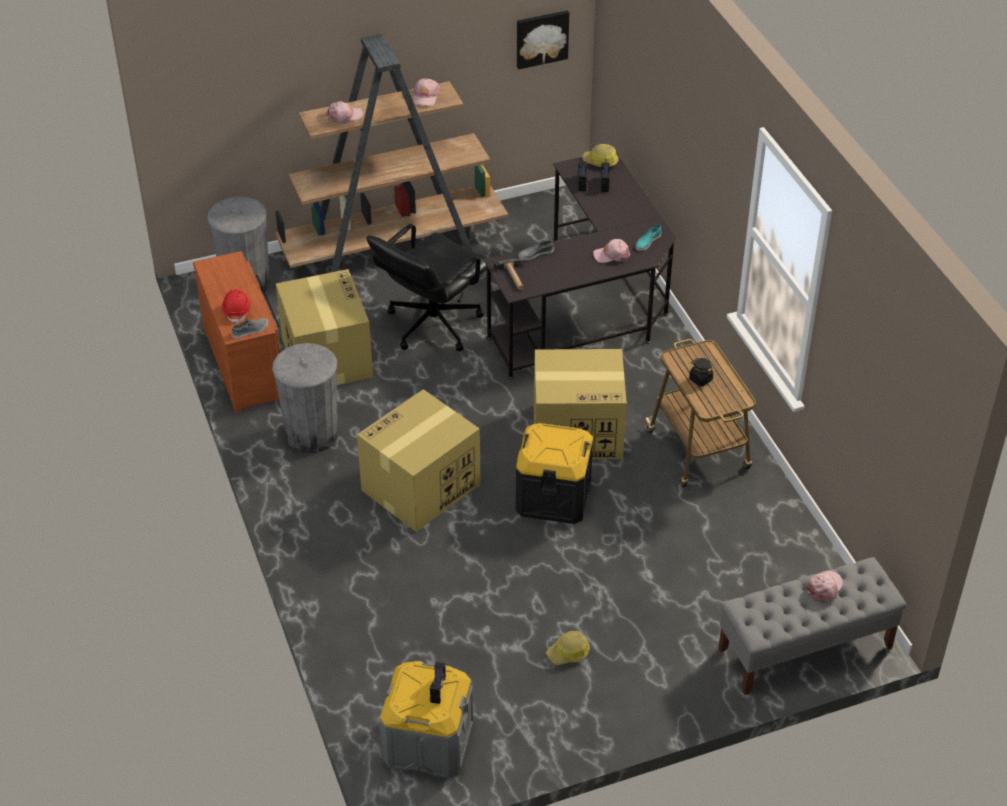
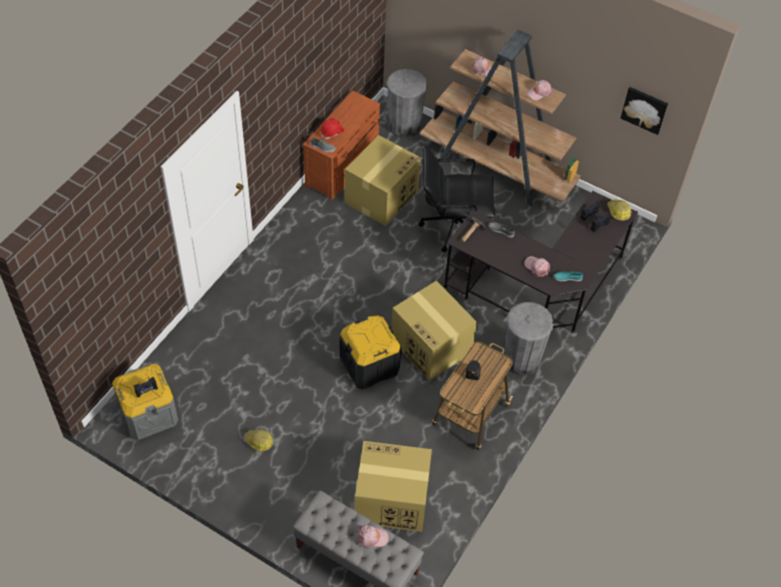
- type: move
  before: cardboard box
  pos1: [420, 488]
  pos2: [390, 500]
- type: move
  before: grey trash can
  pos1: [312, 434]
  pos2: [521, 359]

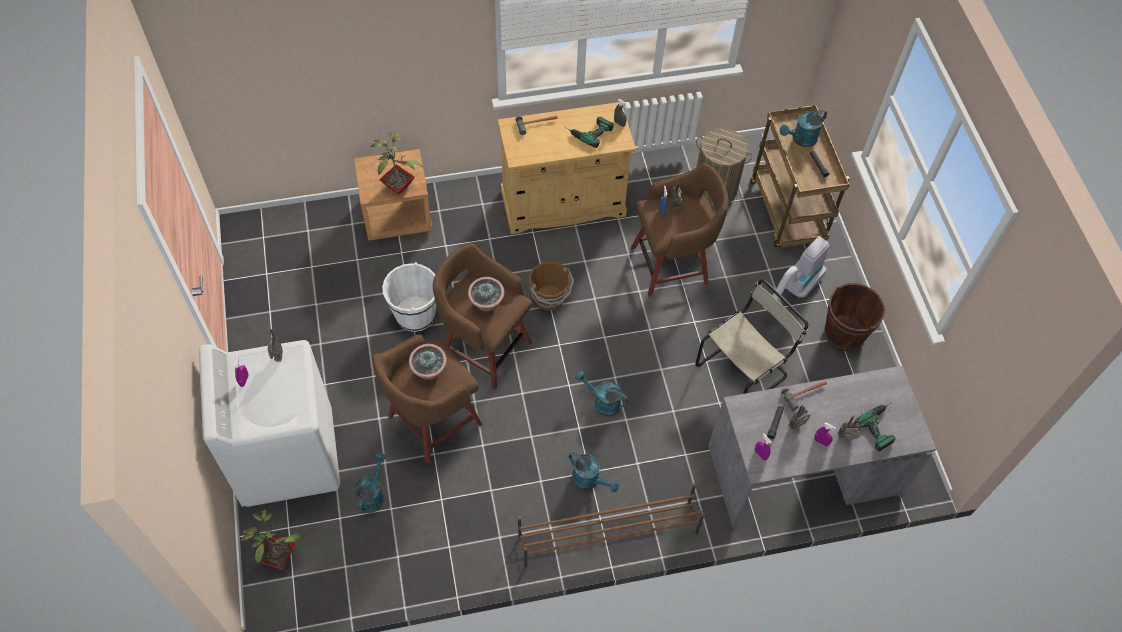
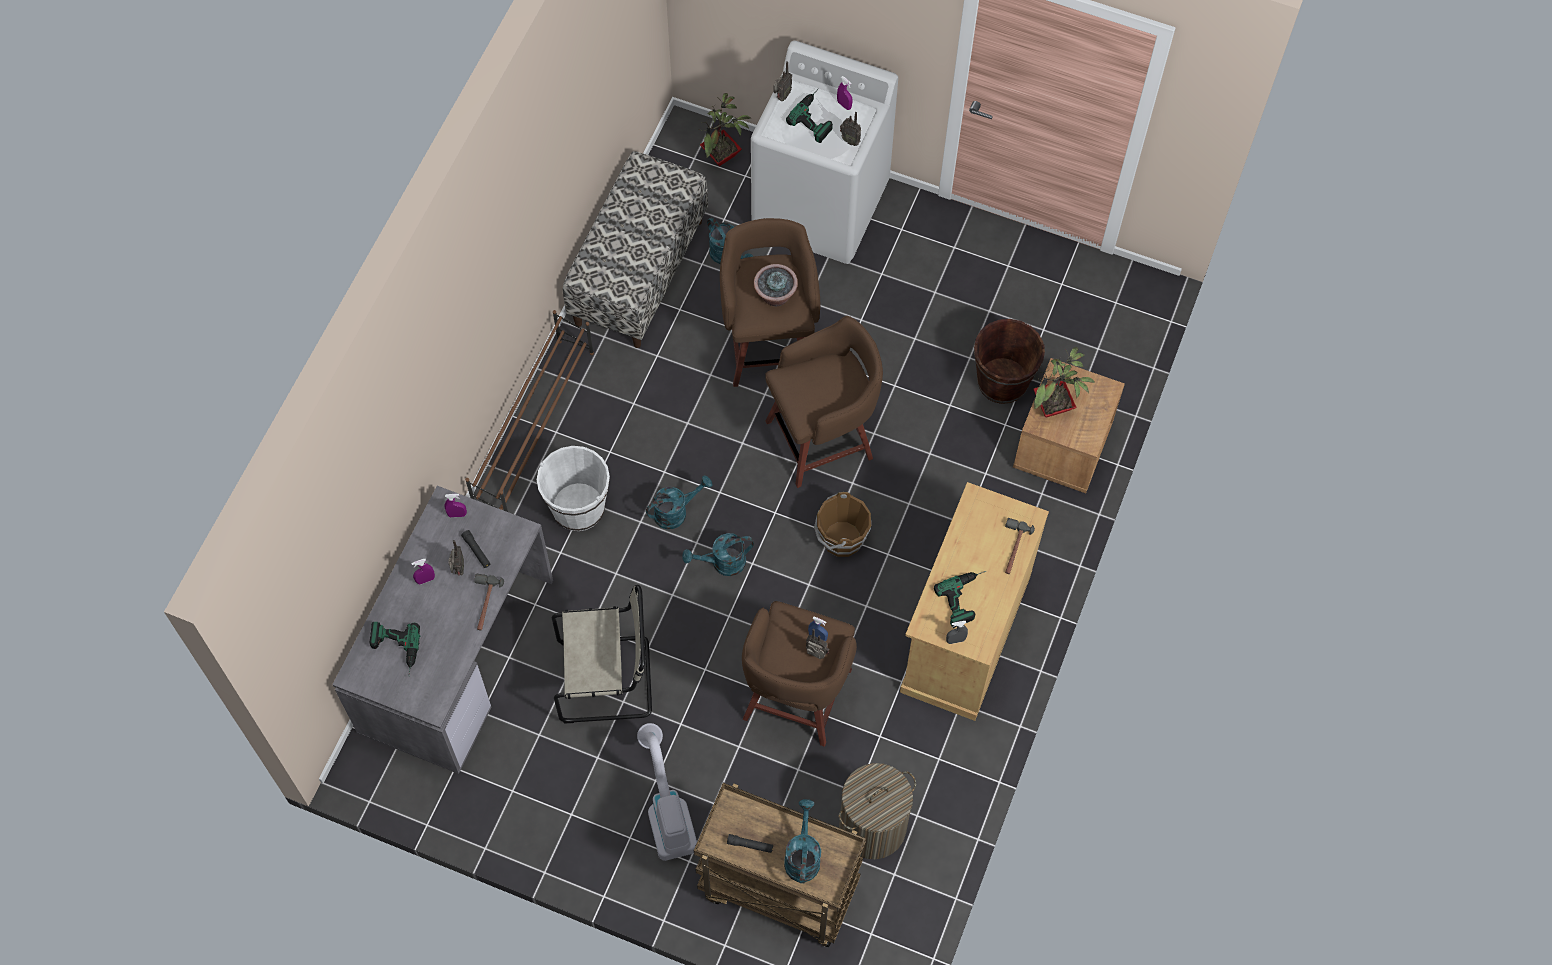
- type: move
  before: white bucket
  pos1: [415, 314]
  pos2: [578, 507]
- type: rotate
  before: beige chair
  pos1: [744, 370]
  pos2: [609, 679]
  turn: -90
- type: insert
  after: bench
  pos2: [638, 272]
- type: move
  before: turquoise watering can
  pos1: [590, 480]
  pos2: [722, 563]
- type: move
  before: radio
  pos1: [846, 439]
  pos2: [781, 97]
- type: insert
  after: power drill
  pos2: [816, 116]
- type: move
  before: brown bucket
  pos1: [844, 333]
  pos2: [1002, 381]
- type: delete
  before: potted plant
  pos1: [487, 304]

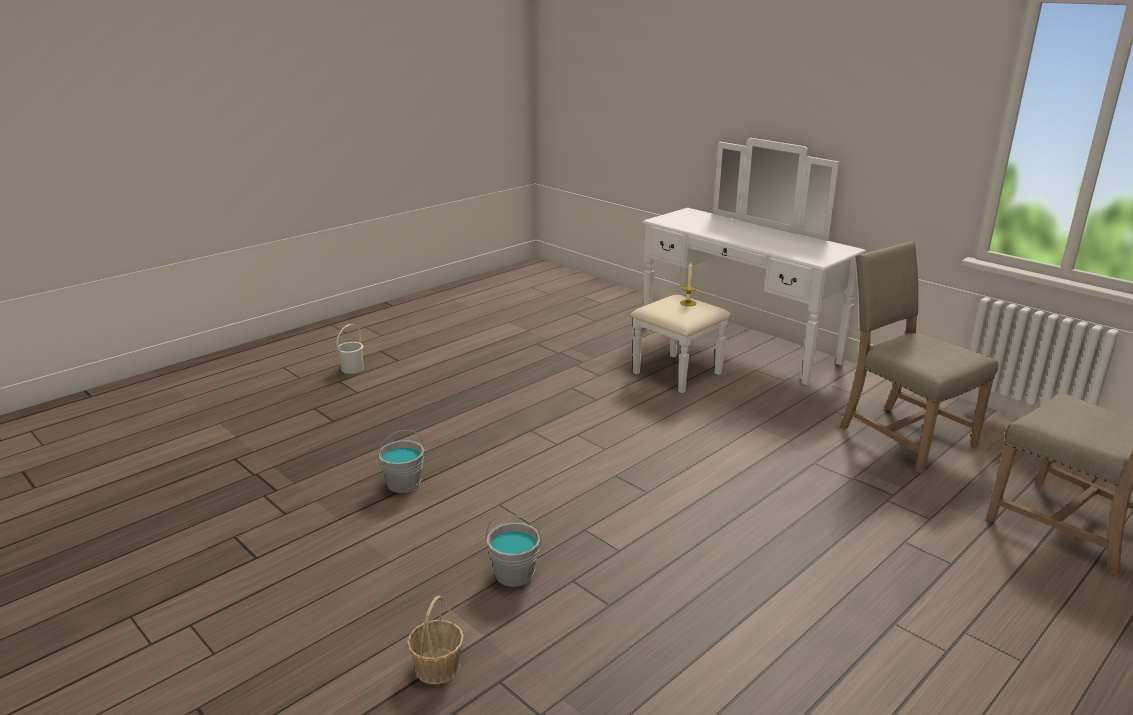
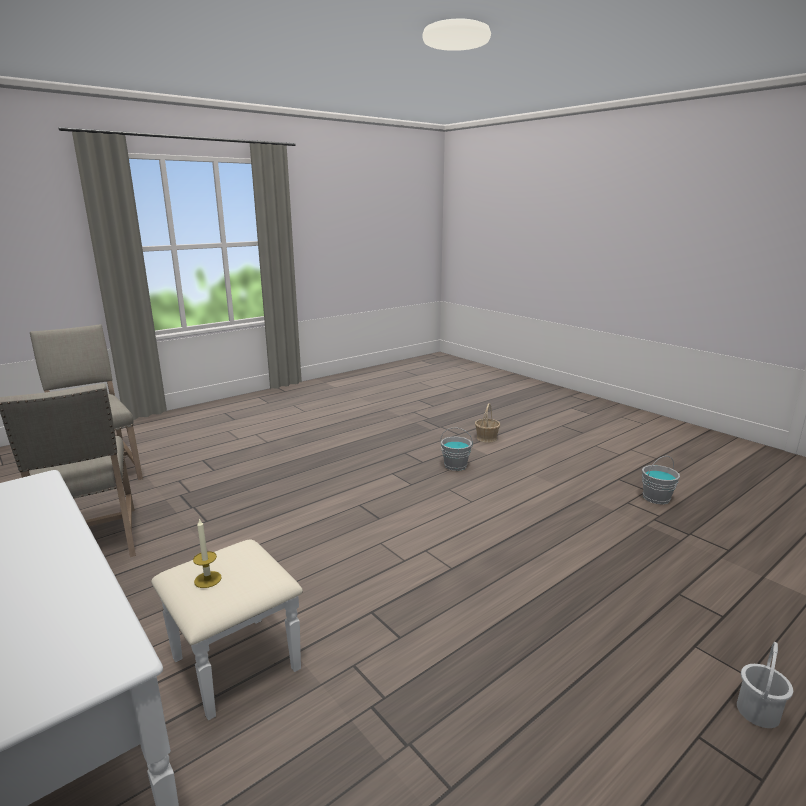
- type: move
  before: grey bucket
  pos1: [404, 483]
  pos2: [656, 498]

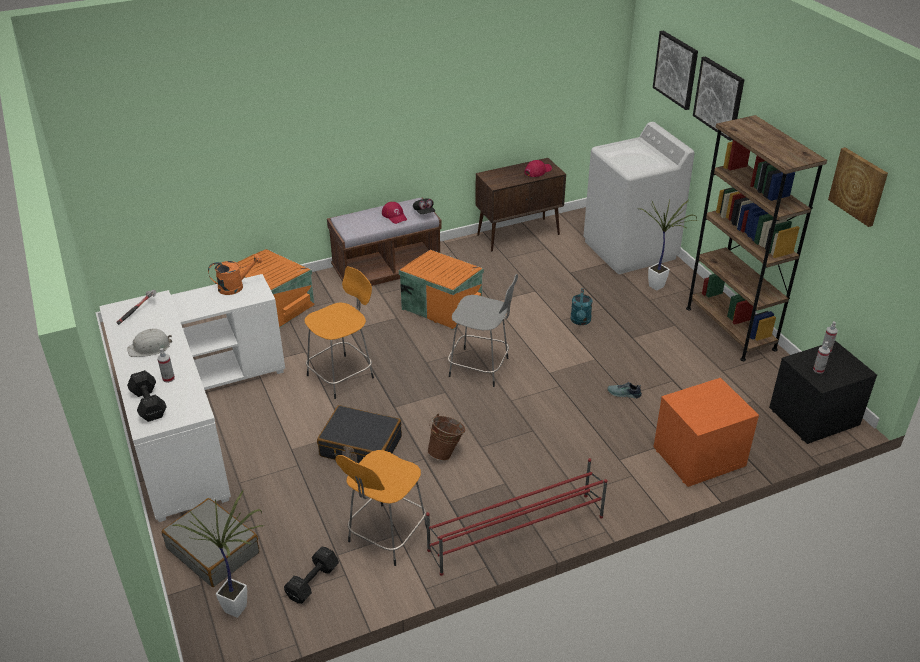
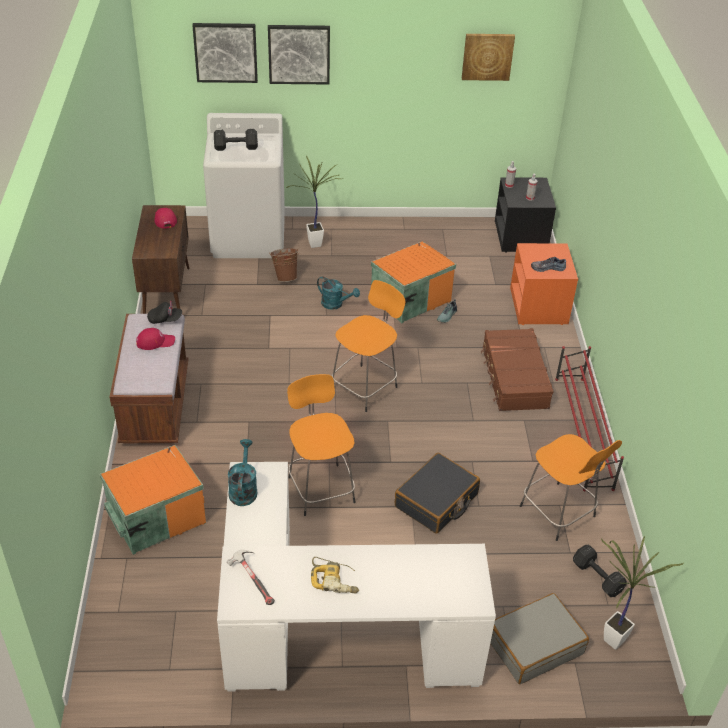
- type: move
  before: black dumbbell
  pos1: [149, 403]
  pos2: [235, 147]
- type: recolor
  before: orange watering can
  after: turquoise watering can
  pos1: [235, 287]
  pos2: [243, 489]
- type: move
  before: brown bucket
  pos1: [446, 453]
  pos2: [285, 277]
- type: replace
  before: white hard hat
  after: power drill
  pos1: [150, 347]
  pos2: [335, 579]
- type: recolor
  before: grey stool
  after: orange stool
  pos1: [481, 368]
  pos2: [365, 387]
- type: move
  before: orange storage box
  pos1: [441, 305]
  pos2: [409, 298]
- type: insert
  after: brown suitcase
  pos2: [514, 378]
- type: insert
  after: shoe
  pos2: [547, 267]
- type: delete
  before: spray bottle
  pos1: [168, 378]
- type: delete
  before: brown bookcase
  pos1: [730, 328]

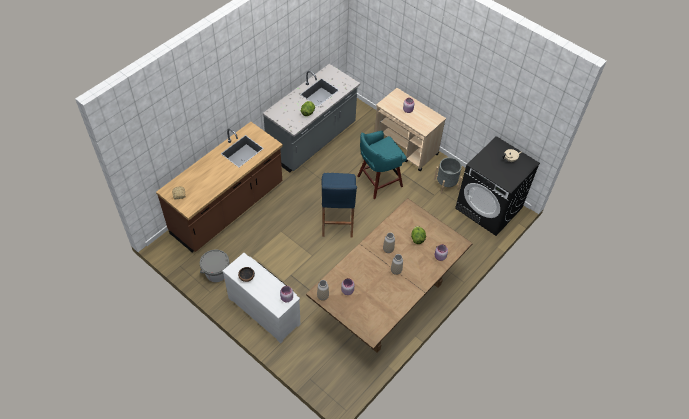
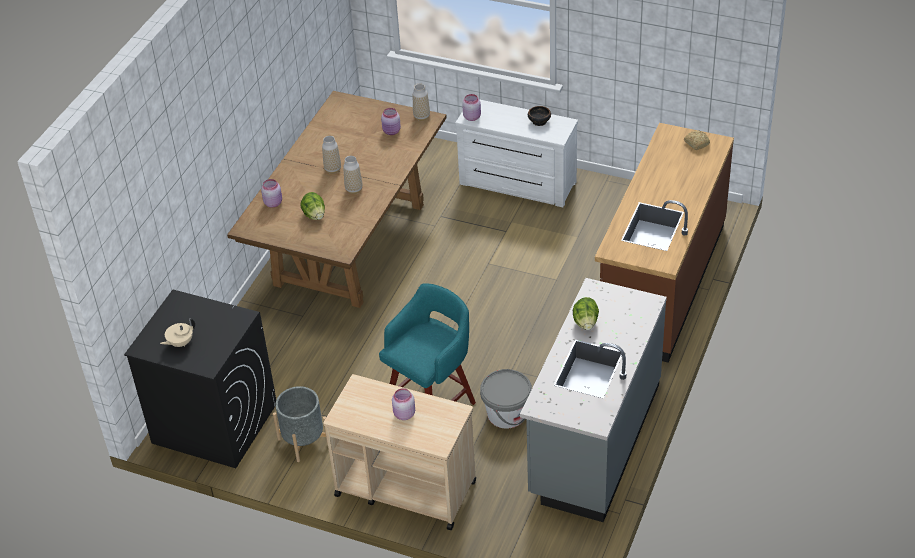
- type: move
  before: grey bucket
  pos1: [216, 273]
  pos2: [507, 414]
- type: delete
  before: blue stool
  pos1: [337, 220]

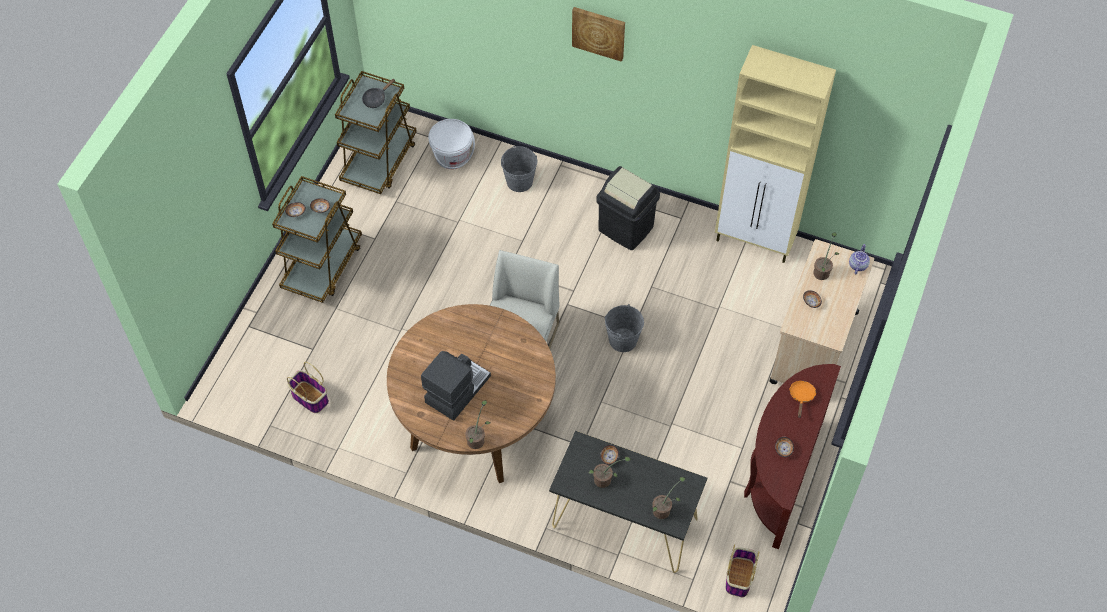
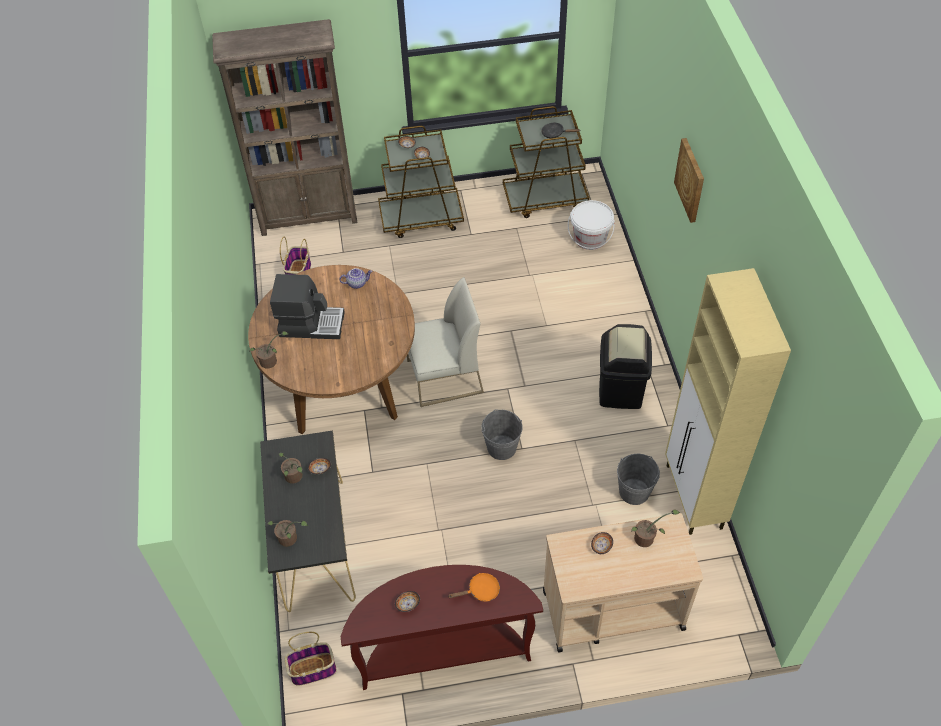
- type: insert
  after: brown bookcase
  pos2: [309, 216]
- type: move
  before: teapot
  pos1: [857, 265]
  pos2: [357, 283]
- type: move
  before: grey bucket
  pos1: [519, 181]
  pos2: [634, 491]

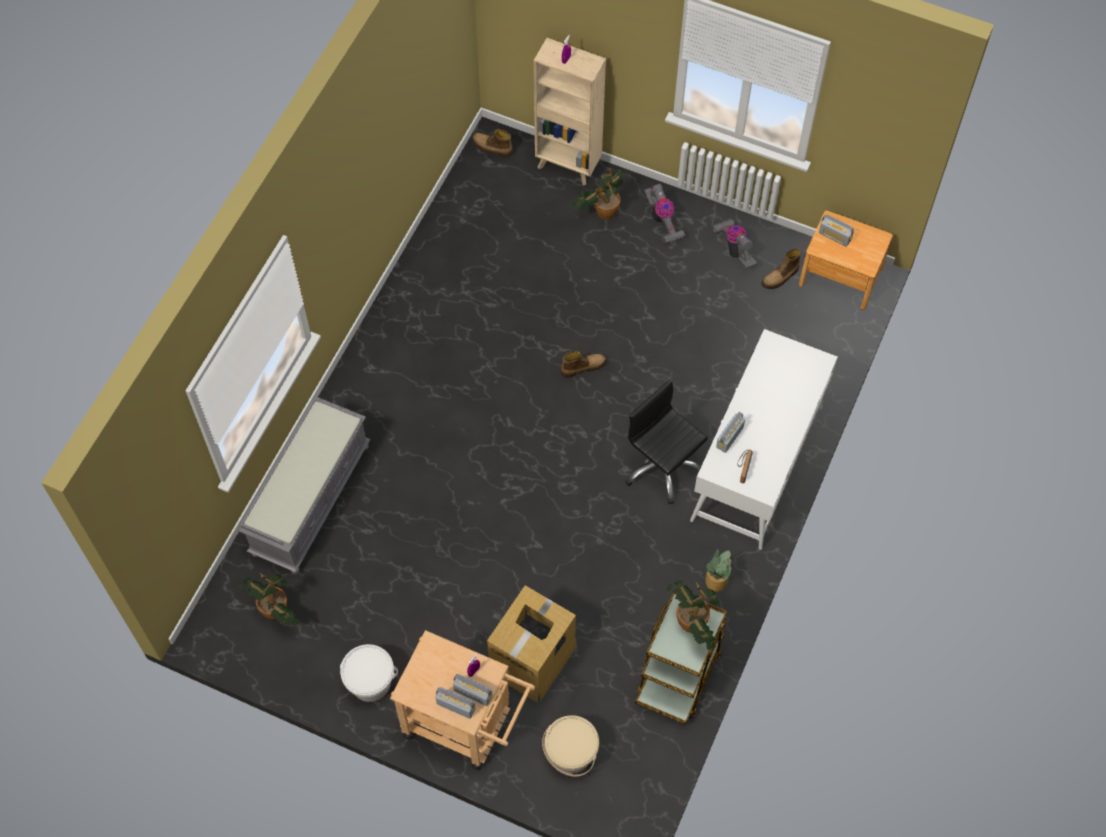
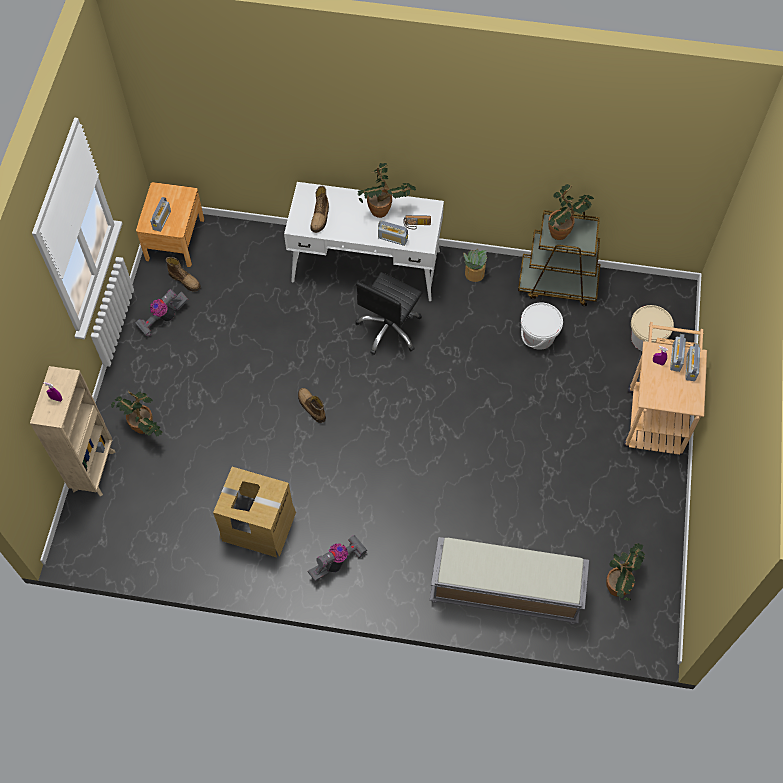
- type: move
  before: cardboard box
  pos1: [533, 658]
  pos2: [258, 525]
- type: move
  before: vacuum cleaner
  pos1: [662, 221]
  pos2: [338, 562]
- type: move
  before: boot
  pos1: [491, 148]
  pos2: [320, 217]
- type: insert
  after: potted plant
  pos2: [384, 211]
- type: move
  before: white bucket
  pos1: [370, 682]
  pos2: [538, 336]

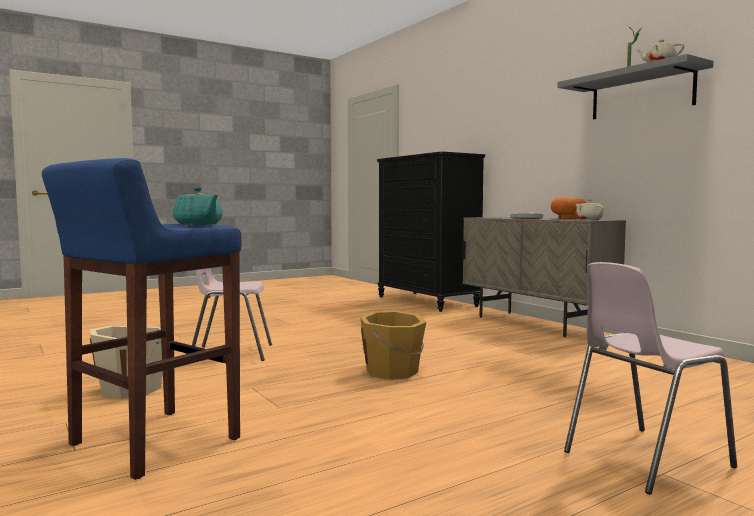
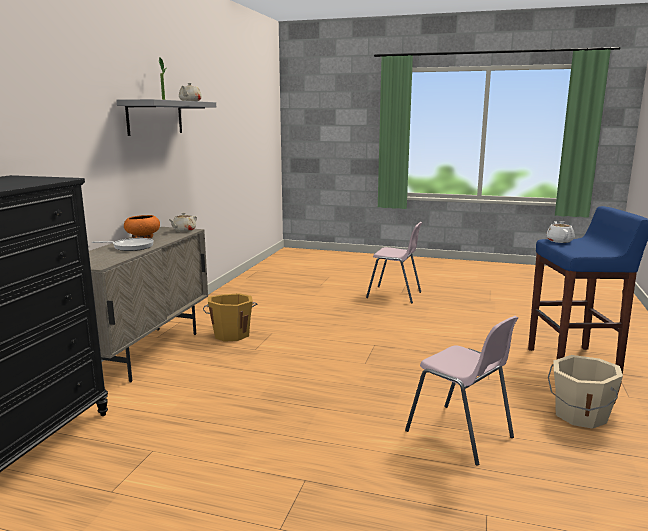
- type: move
  before: orange bucket
  pos1: [393, 371]
  pos2: [231, 334]
- type: recolor
  before: turquoise teapot
  after: white teapot
  pos1: [198, 225]
  pos2: [559, 241]

